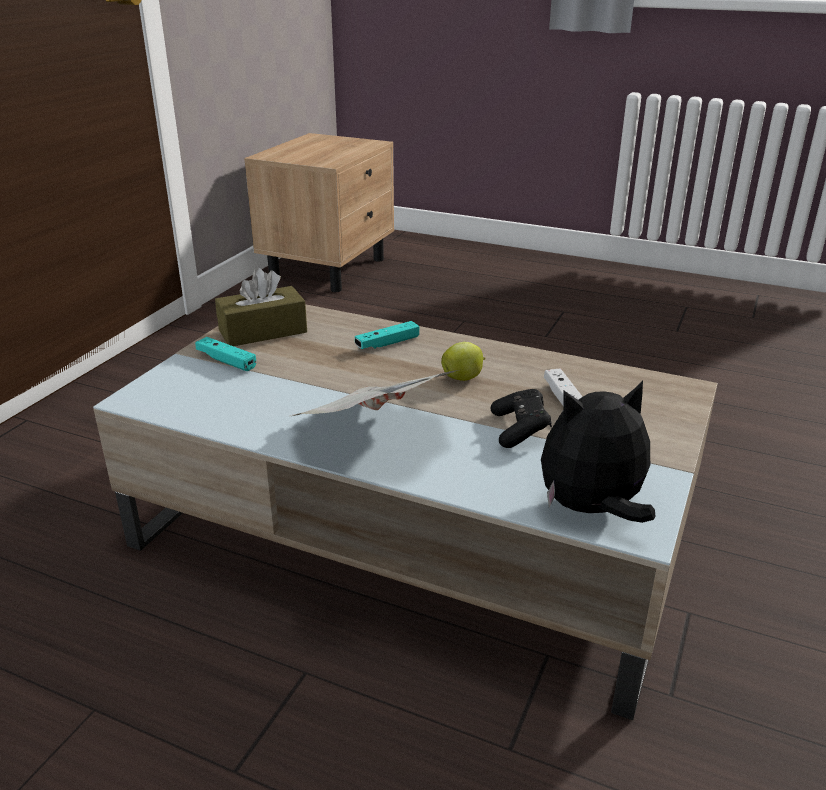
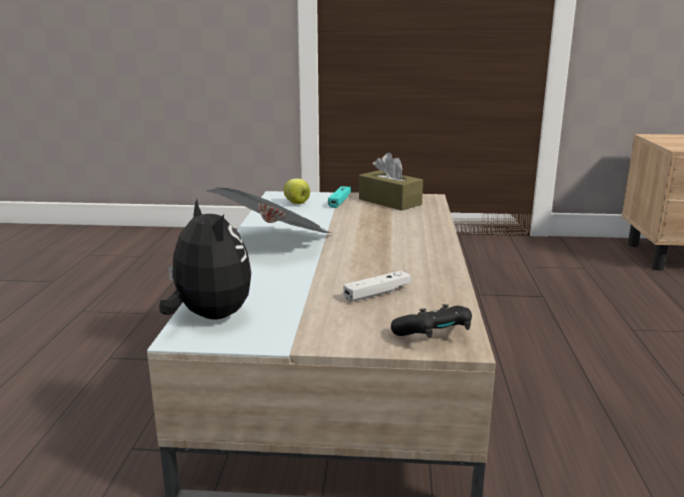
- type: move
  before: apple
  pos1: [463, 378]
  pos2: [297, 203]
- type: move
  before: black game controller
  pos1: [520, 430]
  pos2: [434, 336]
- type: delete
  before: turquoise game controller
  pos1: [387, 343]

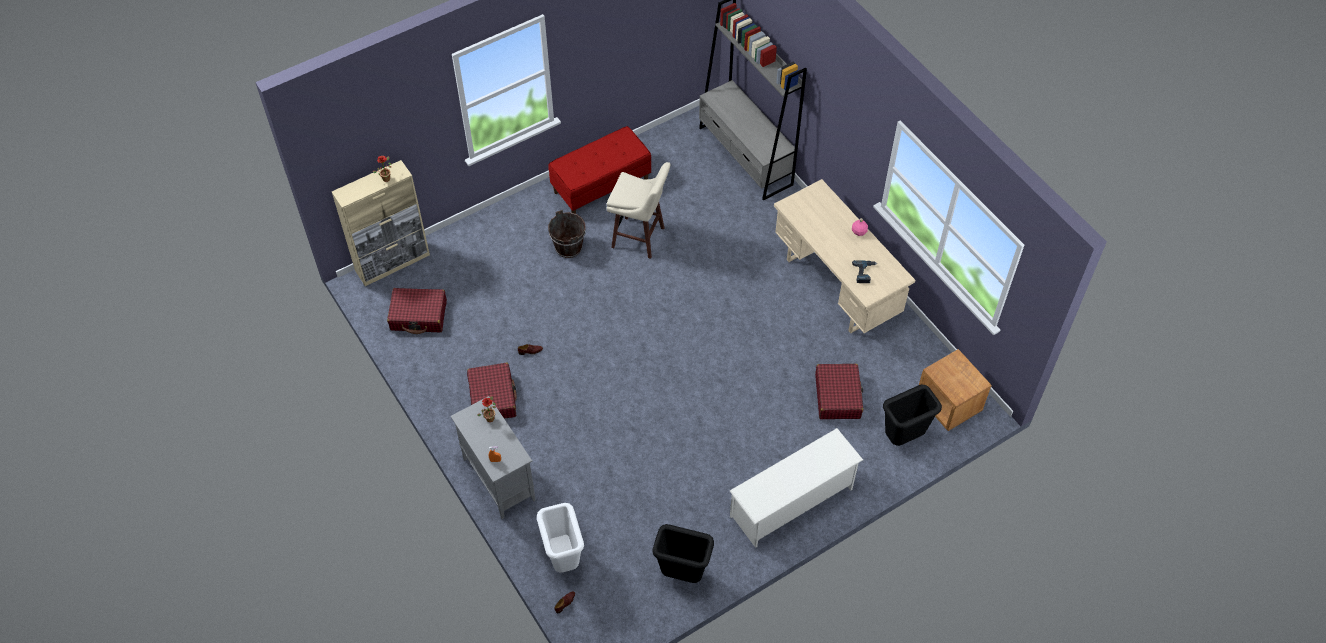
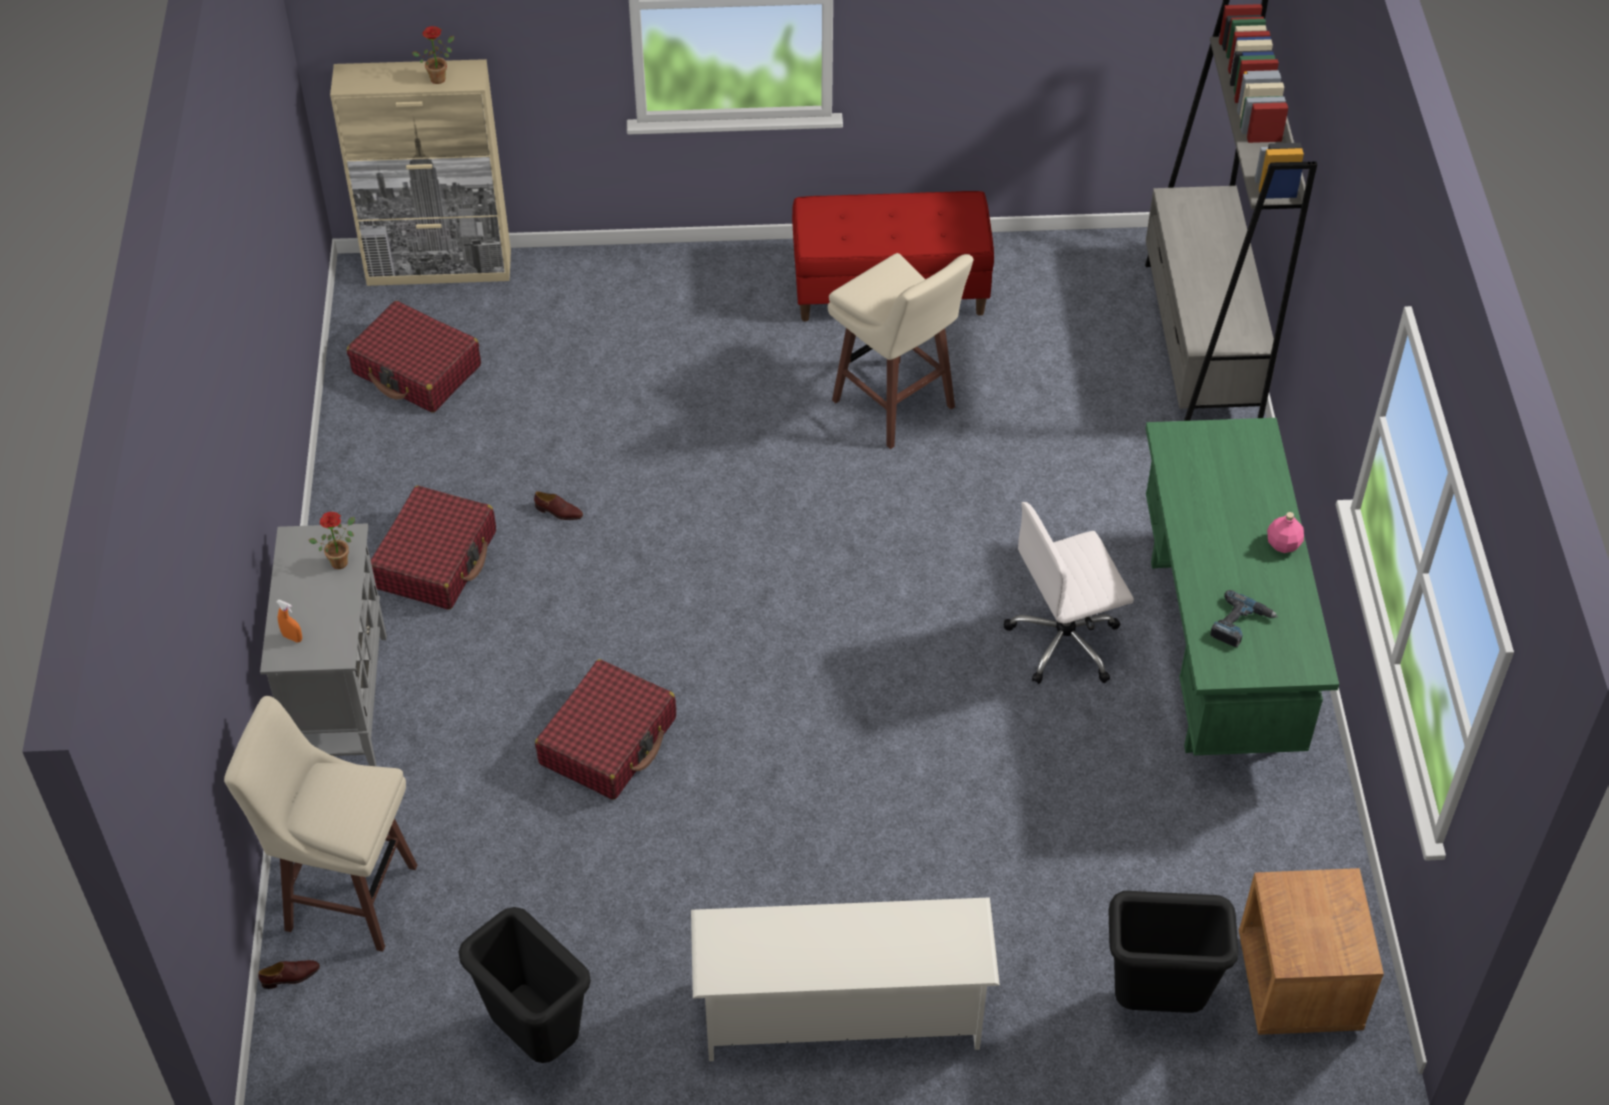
- type: replace
  before: white trash can
  after: beige stool
  pos1: [563, 558]
  pos2: [347, 896]
- type: move
  before: red suitcase
  pos1: [838, 396]
  pos2: [608, 741]
- type: insert
  after: white office chair
  pos2: [1066, 641]
- type: recolor
  before: beige desk
  after: green desk
  pos1: [836, 286]
  pos2: [1217, 654]
- type: delete
  before: brown bucket
  pos1: [569, 248]

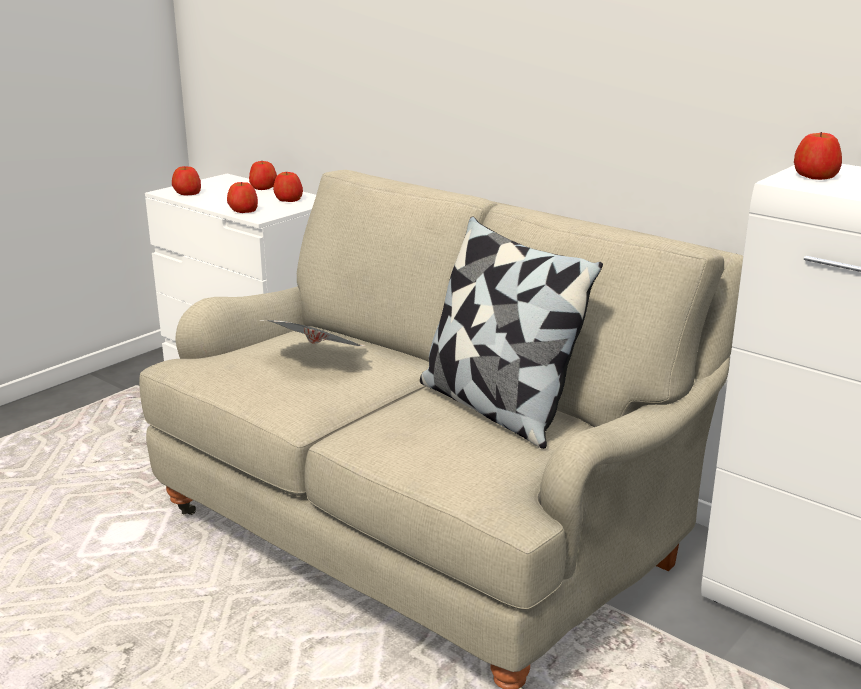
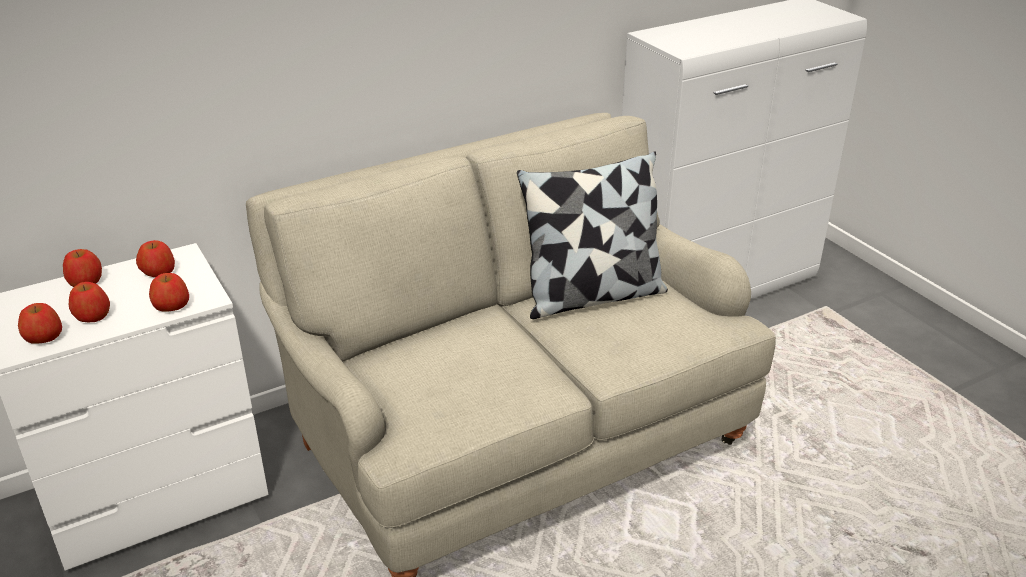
- type: move
  before: apple
  pos1: [815, 176]
  pos2: [92, 315]
- type: delete
  before: newspaper
  pos1: [319, 360]

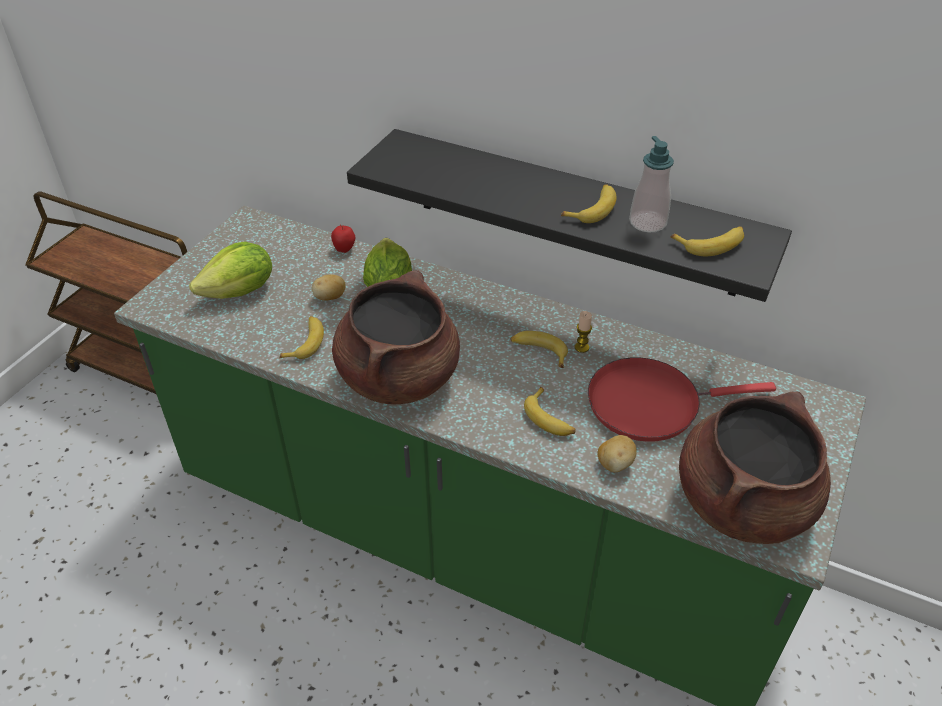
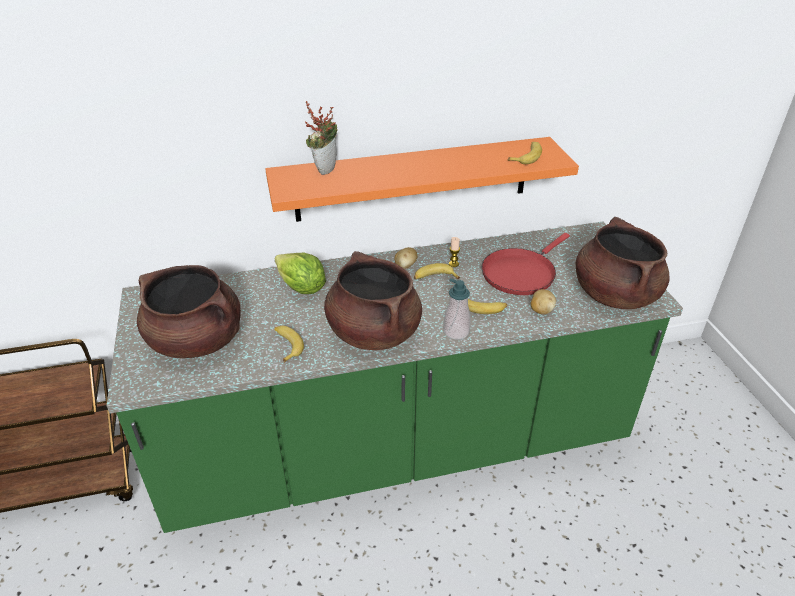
- type: replace
  before: lettuce
  after: brown cooking pot
  pos1: [240, 292]
  pos2: [197, 340]
- type: recolor
  before: black shelf
  after: orange shelf
  pos1: [574, 212]
  pos2: [413, 179]
- type: insert
  after: potted plant
  pos2: [324, 169]
- type: move
  before: potato
  pos1: [330, 298]
  pos2: [405, 266]
- type: move
  before: soap dispenser
  pos1: [647, 223]
  pos2: [456, 332]
- type: delete
  before: apple
  pos1: [344, 250]
- type: delete
  before: banana
  pos1: [592, 209]

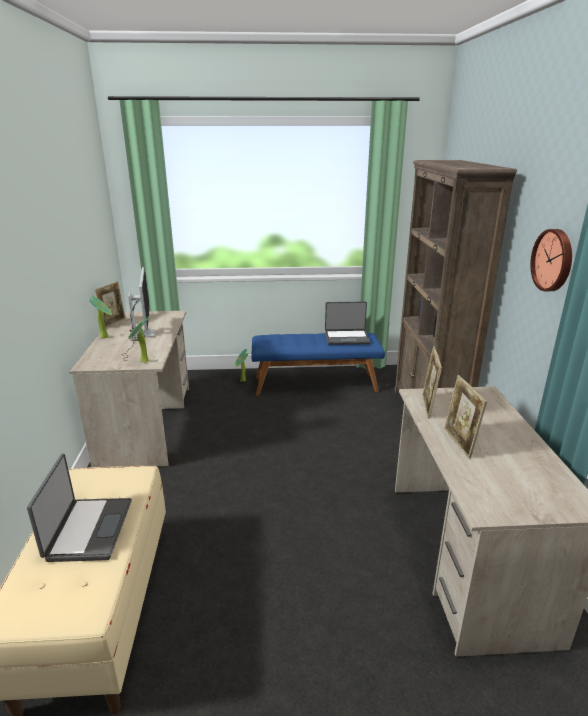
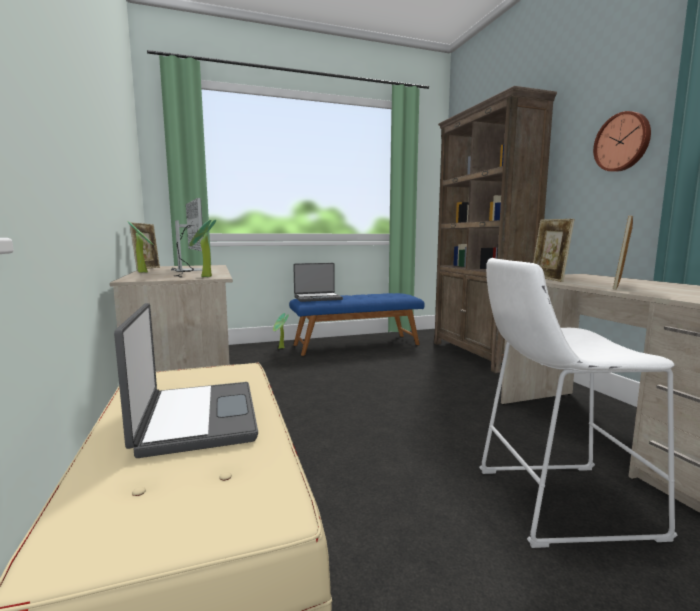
- type: move
  before: laptop
  pos1: [346, 338]
  pos2: [317, 298]
- type: insert
  after: white stool
  pos2: [554, 502]
- type: rotate
  before: picture frame
  pos1: [459, 443]
  pos2: [619, 287]
  turn: 60

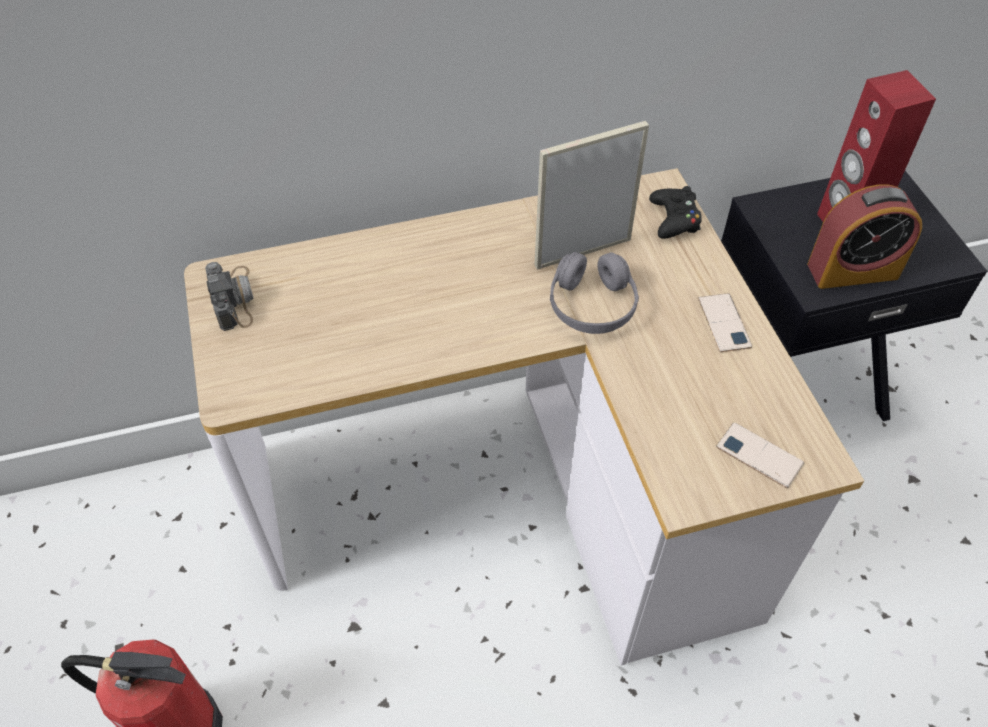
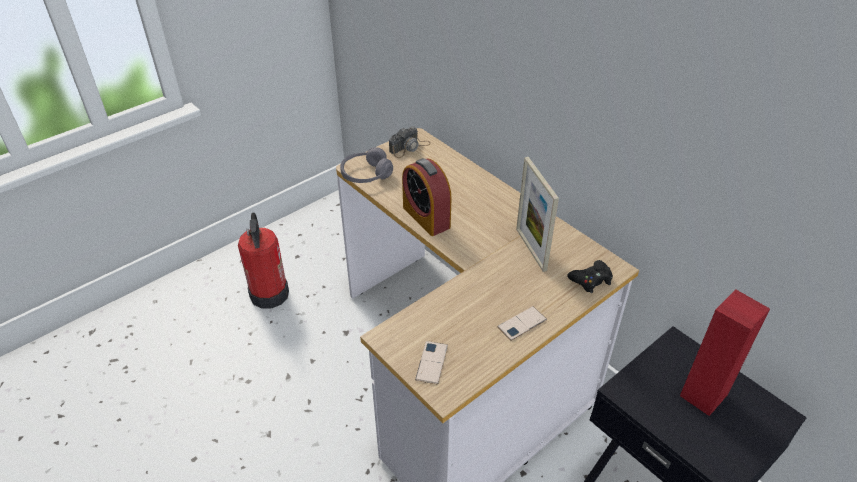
- type: move
  before: grey headphones
  pos1: [592, 305]
  pos2: [366, 174]
- type: move
  before: alarm clock
  pos1: [852, 271]
  pos2: [426, 217]
- type: rotate
  before: picture frame
  pos1: [582, 252]
  pos2: [531, 249]
  turn: -150

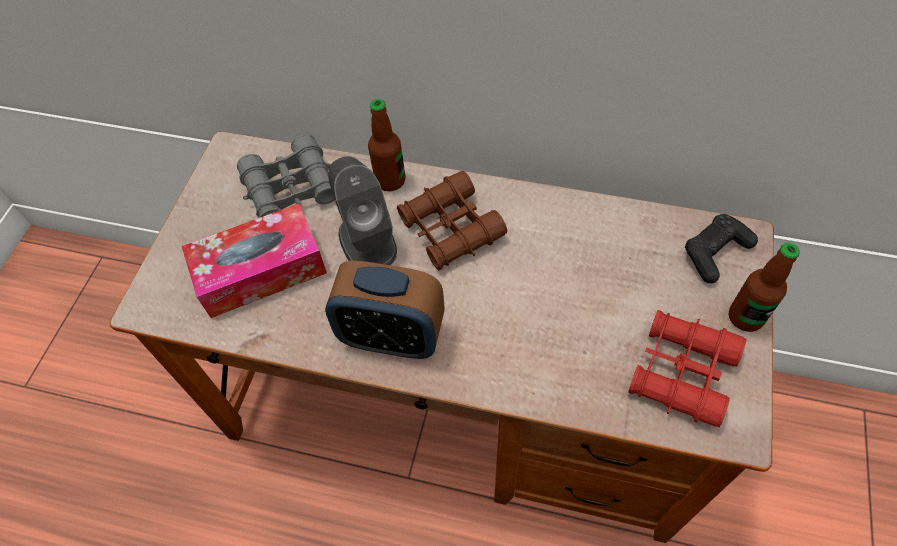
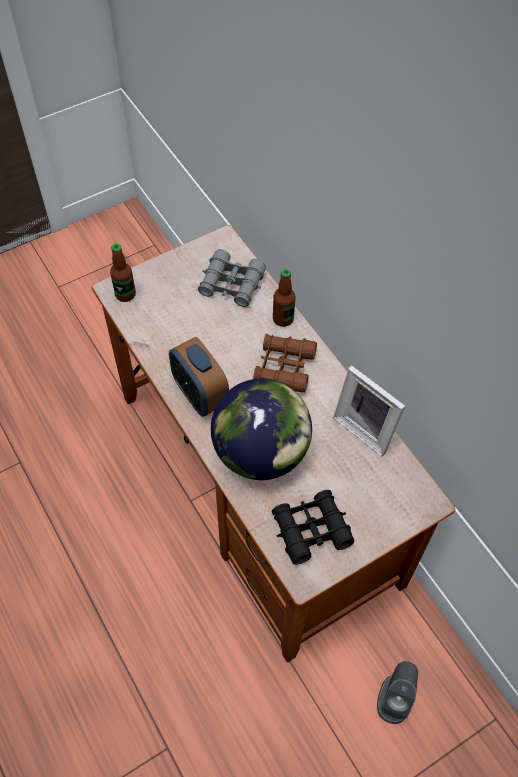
- type: move
  before: bottle
  pos1: [745, 317]
  pos2: [125, 294]
- type: insert
  after: globe
  pos2: [261, 453]
- type: recolor
  before: red binoculars
  after: black binoculars
  pos1: [682, 372]
  pos2: [311, 530]
- type: insert
  after: picture frame
  pos2: [366, 428]
- type: move
  before: grey speaker
  pos1: [367, 241]
  pos2: [394, 698]
- type: delete
  before: tissue box
  pos1: [261, 271]
- type: delete
  before: black game controller
  pos1: [715, 252]

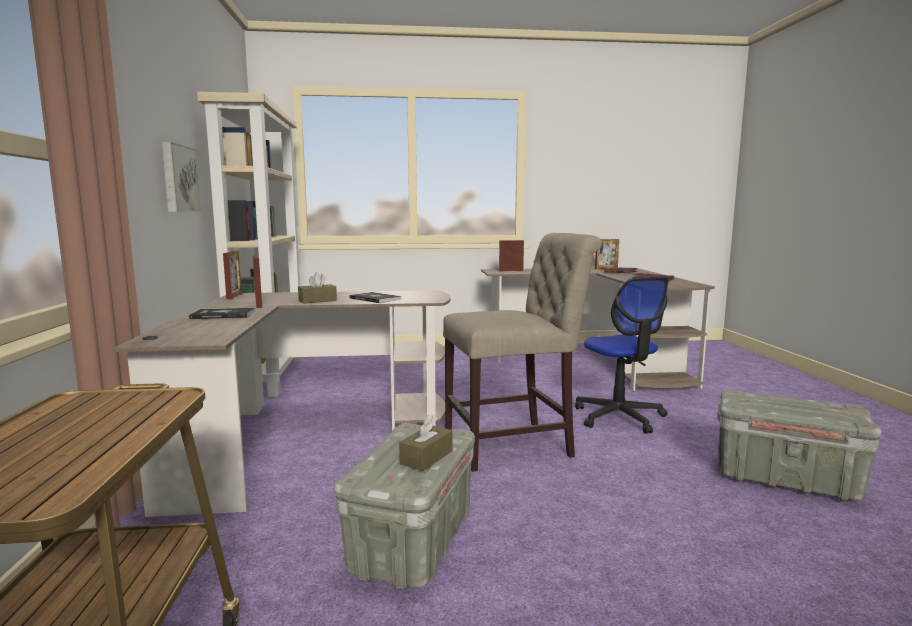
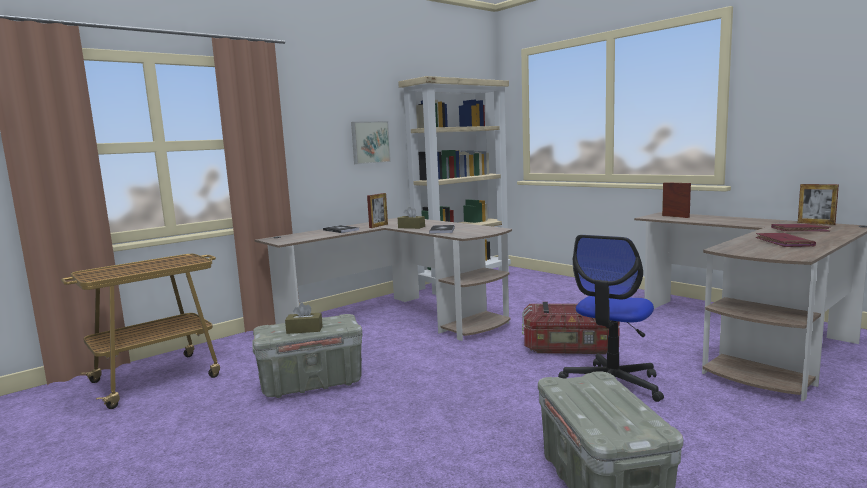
- type: insert
  after: storage box
  pos2: [570, 348]
- type: delete
  before: picture frame
  pos1: [234, 296]
- type: delete
  before: beige chair
  pos1: [515, 444]

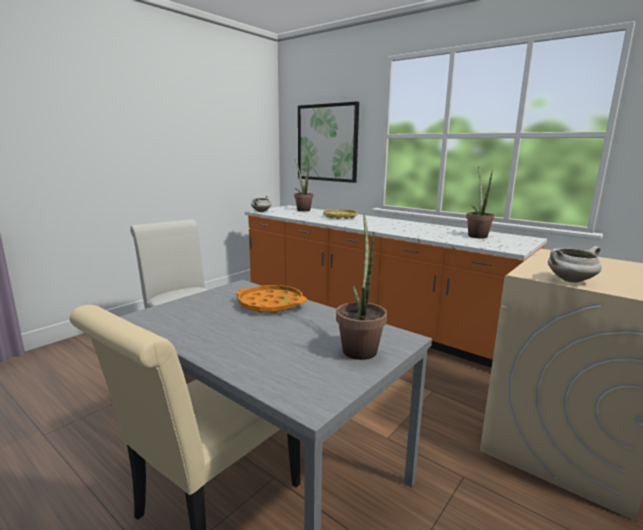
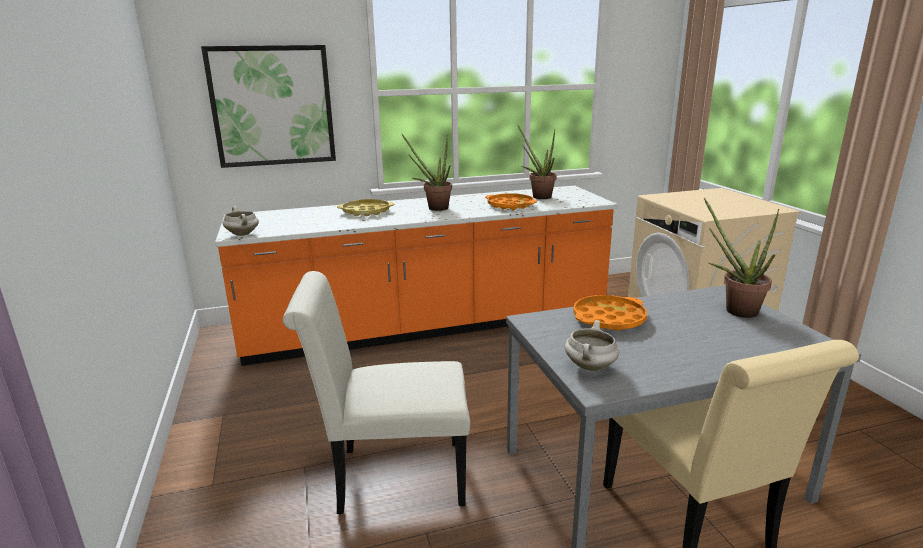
- type: move
  before: potted plant
  pos1: [302, 210]
  pos2: [433, 208]
- type: insert
  after: orange tray
  pos2: [510, 205]
- type: move
  before: white cooking pot
  pos1: [570, 281]
  pos2: [590, 367]

